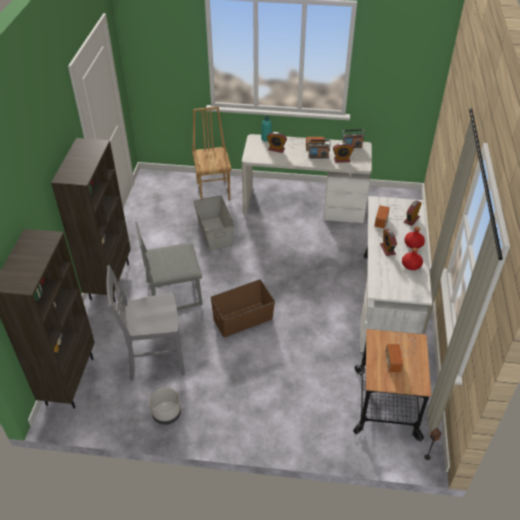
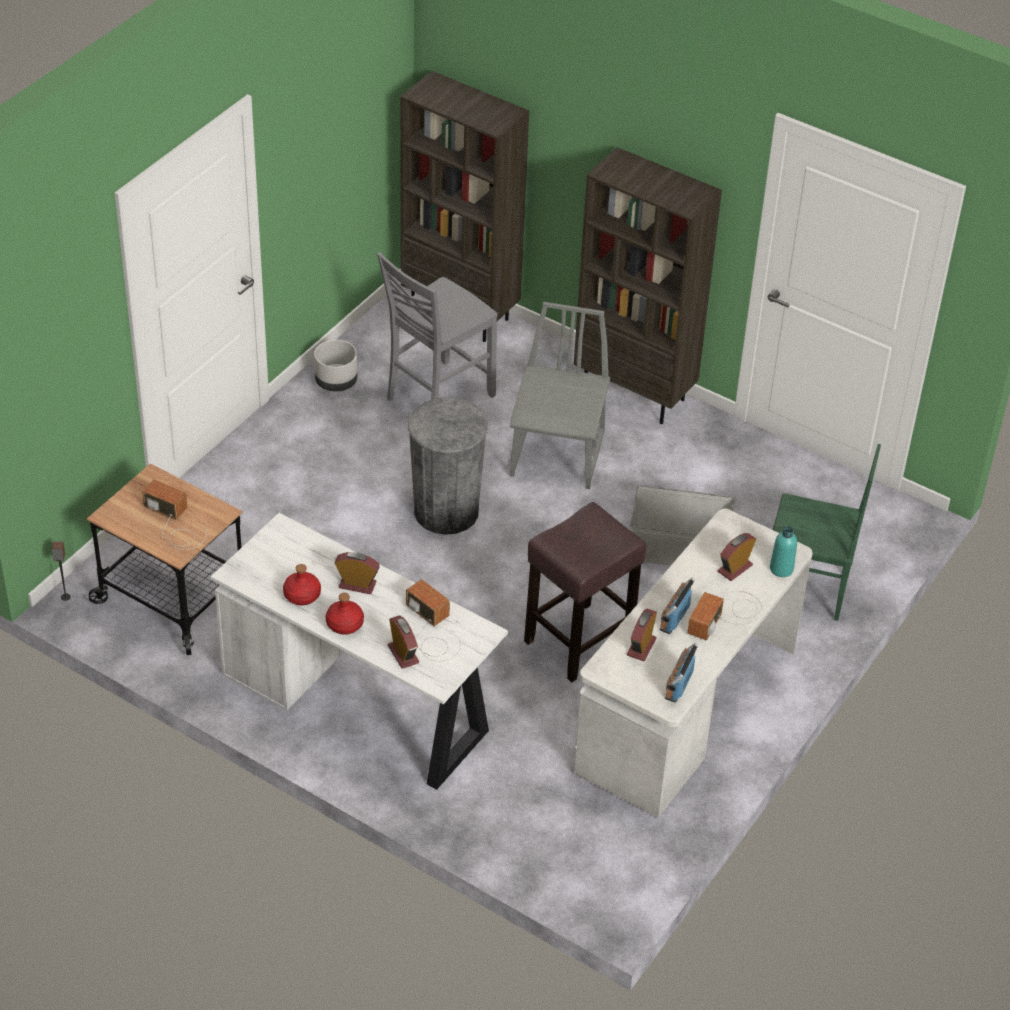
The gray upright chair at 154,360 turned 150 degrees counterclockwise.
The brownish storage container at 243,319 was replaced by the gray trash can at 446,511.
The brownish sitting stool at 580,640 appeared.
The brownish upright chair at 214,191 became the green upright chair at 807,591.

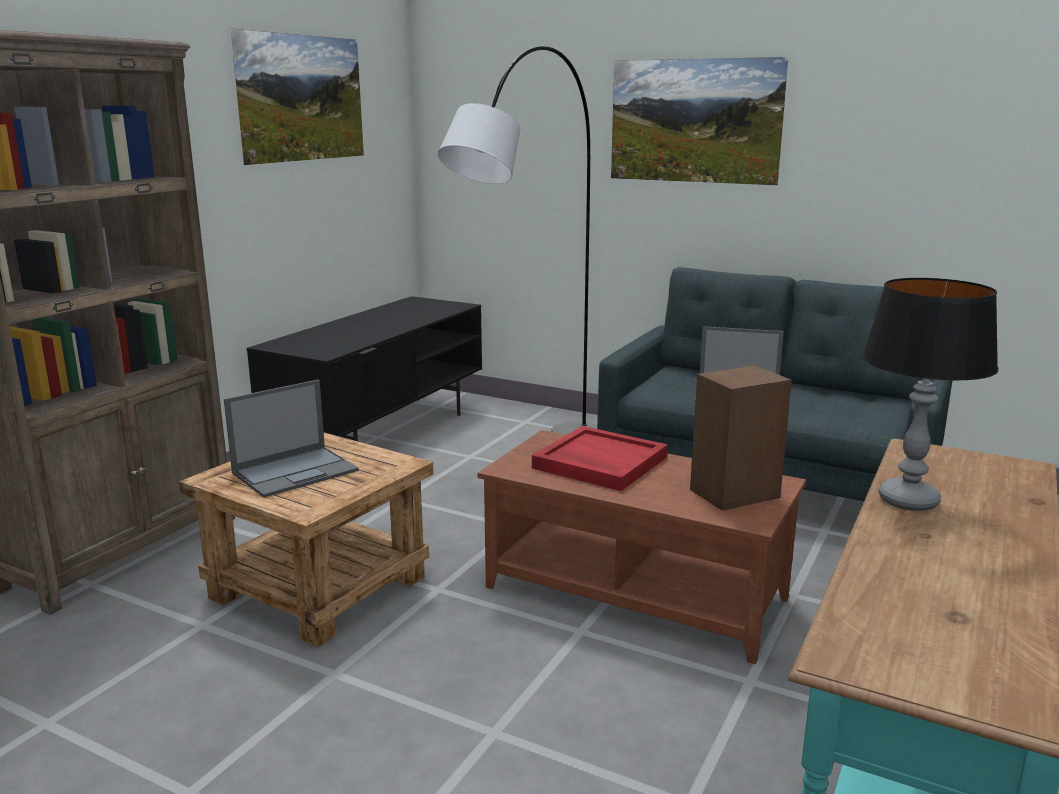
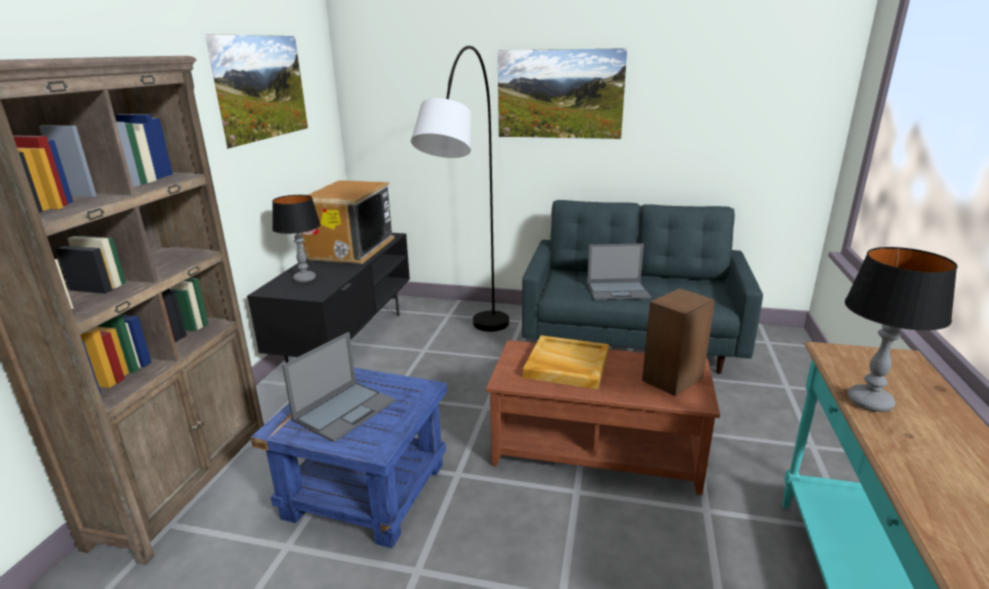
The brownish side table at 319,586 became the blue-coloured side table at 365,489.
The table lamp at 305,279 appeared.
The TV at 351,249 appeared.
The red-coloured carrying tray at 598,462 became the beige carrying tray at 566,365.

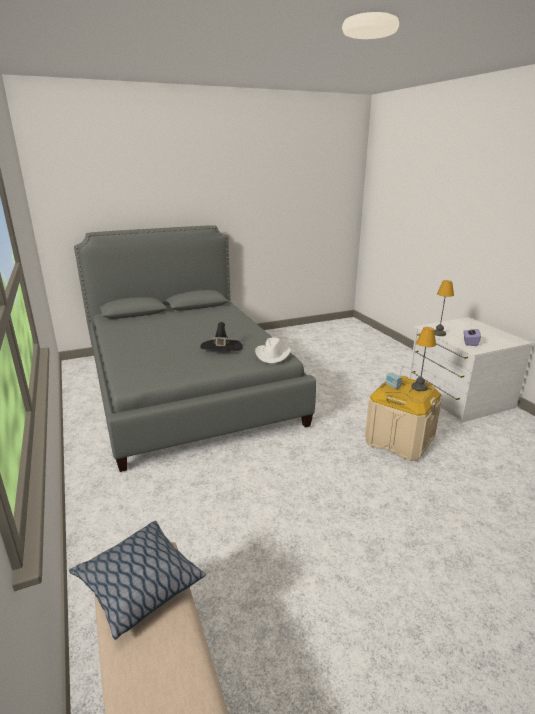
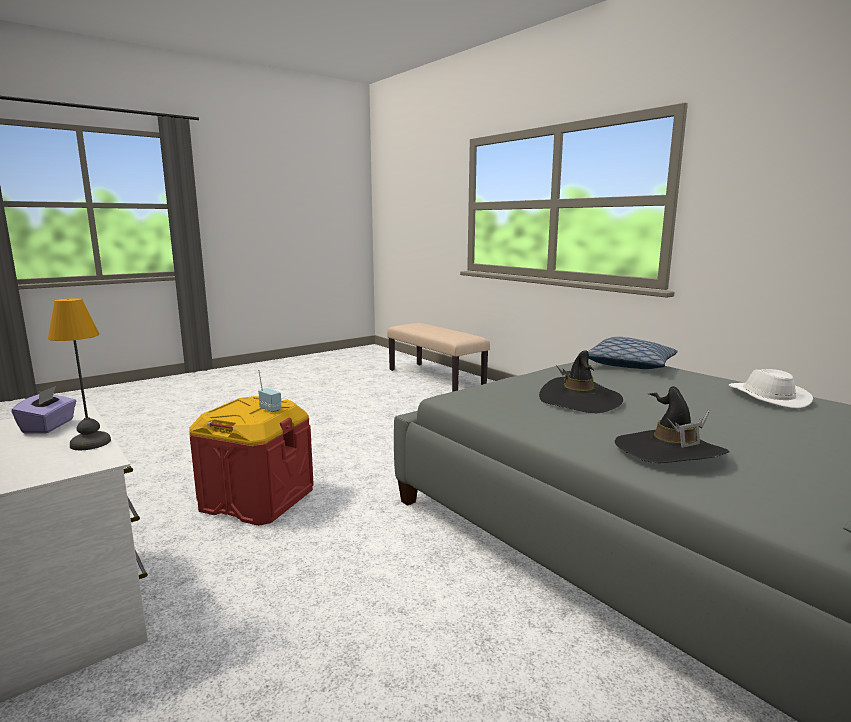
The beige storage container at 399,441 became the red-coloured storage container at 256,499.
The pillow moved from 138,584 to 630,365.
The black-coloured clothing hat at 669,452 appeared.
The white-coloured clothing hat moved from 273,355 to 766,397.
The table lamp at 419,387 disappeared.

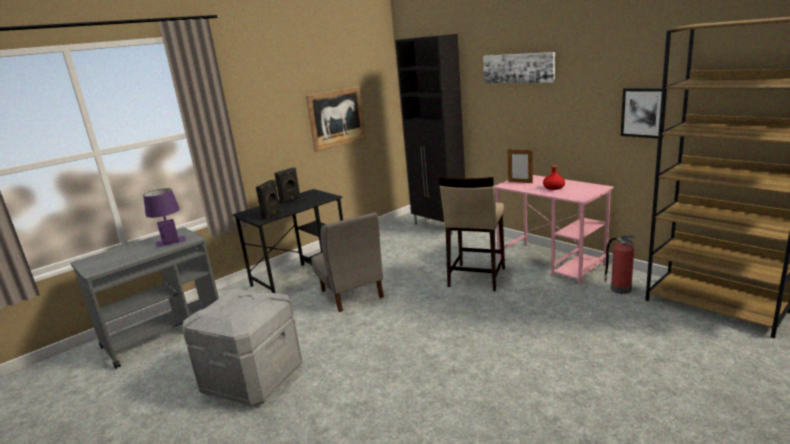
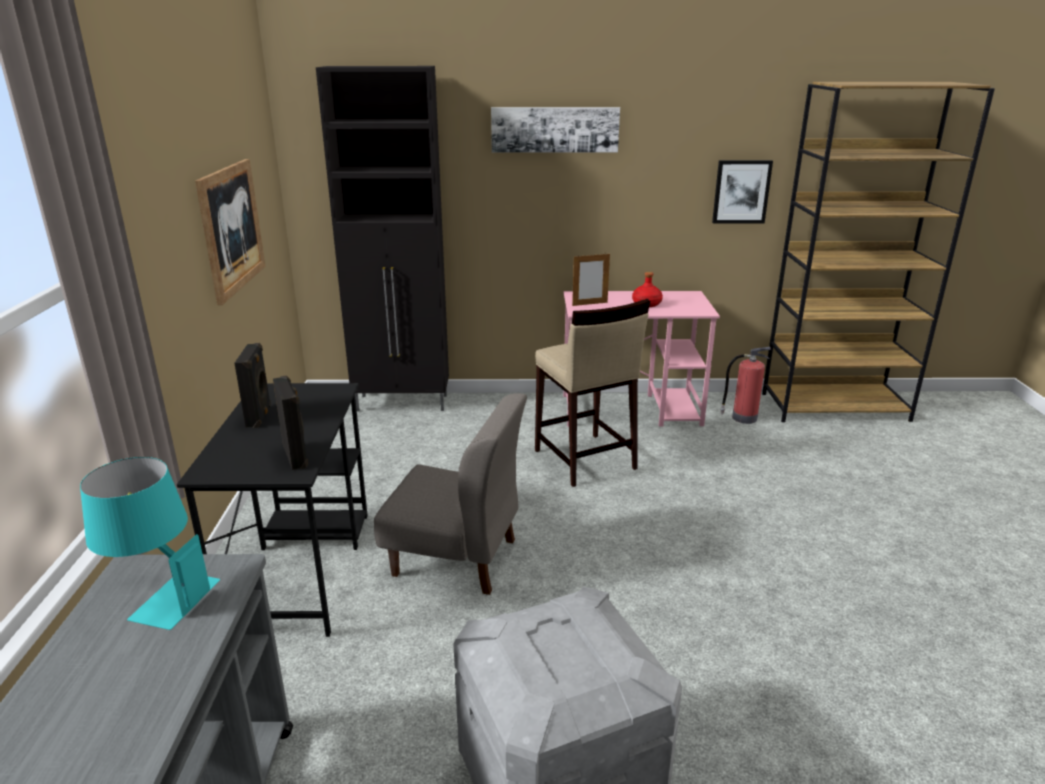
The purple-coloured table lamp at 170,239 became the blue-green table lamp at 160,596.

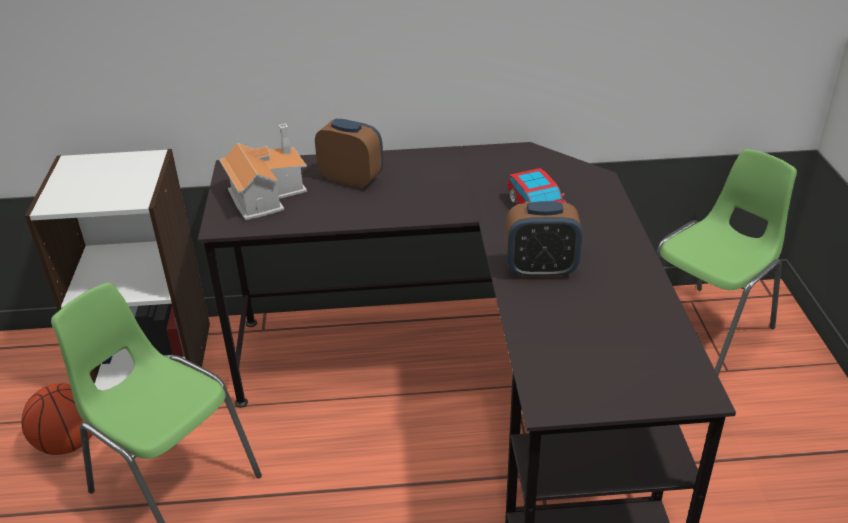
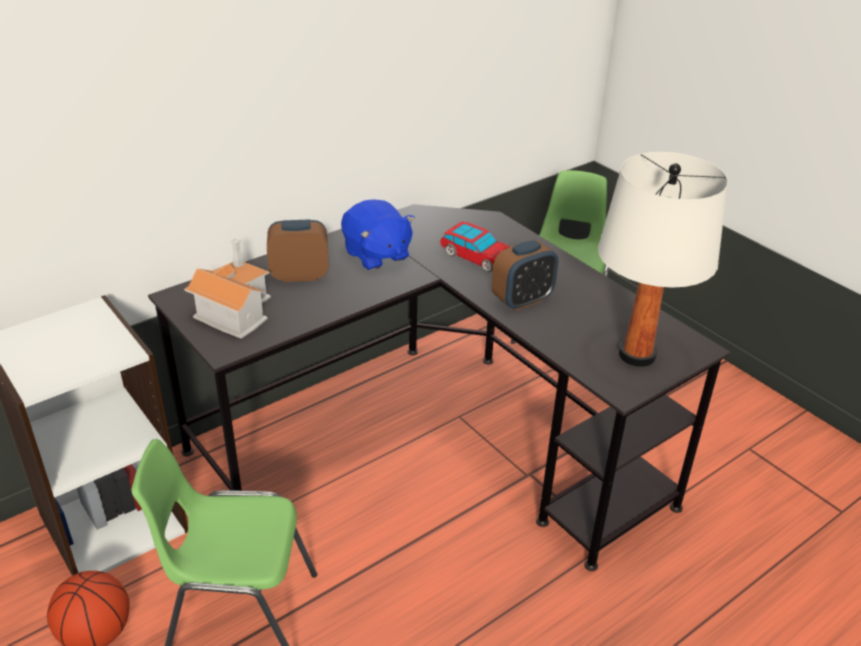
The blue-coloured cuddly toy at 376,255 appeared.
The white-coloured table lamp at 637,355 appeared.

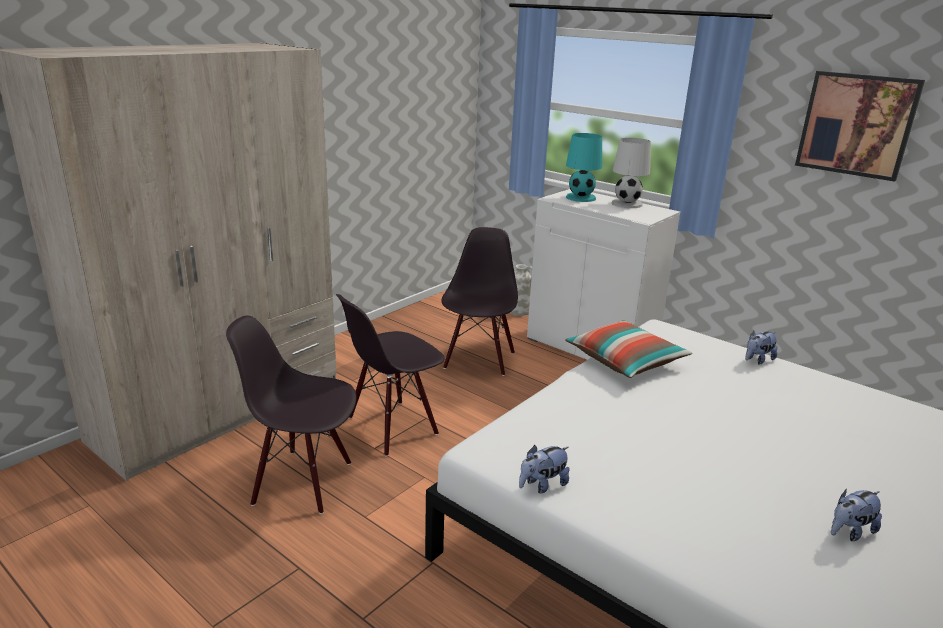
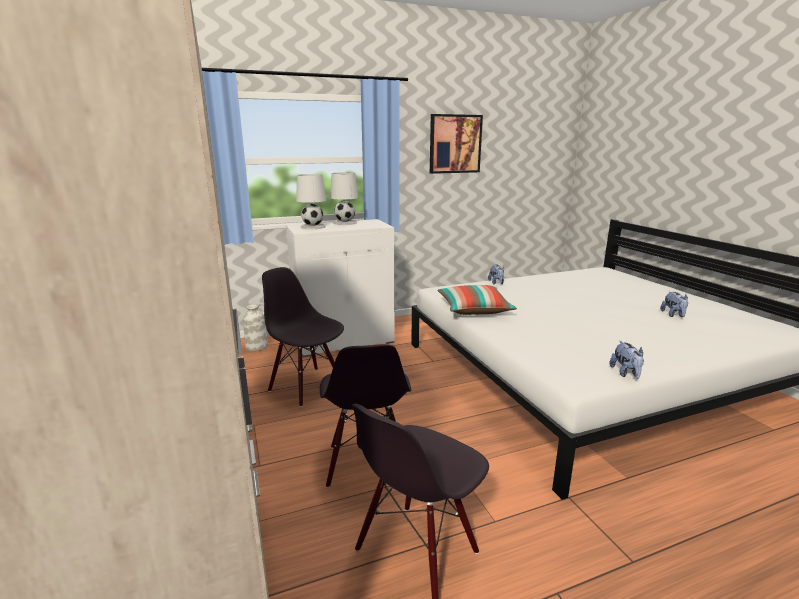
The blue-green table lamp at 580,198 became the white-coloured table lamp at 313,227.

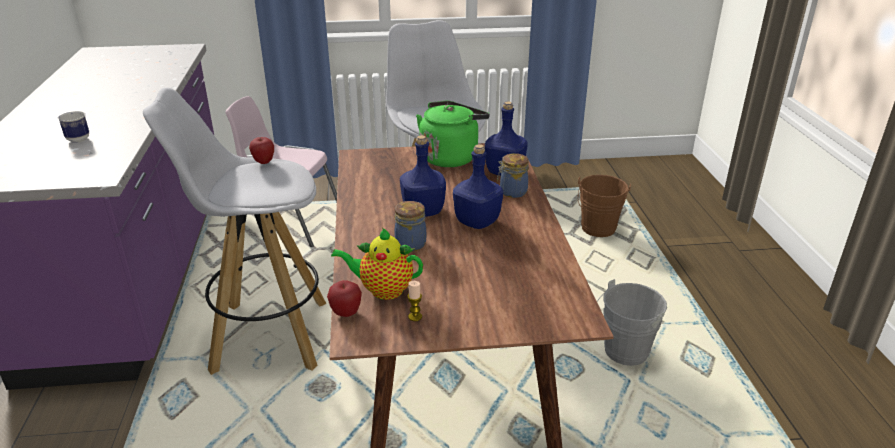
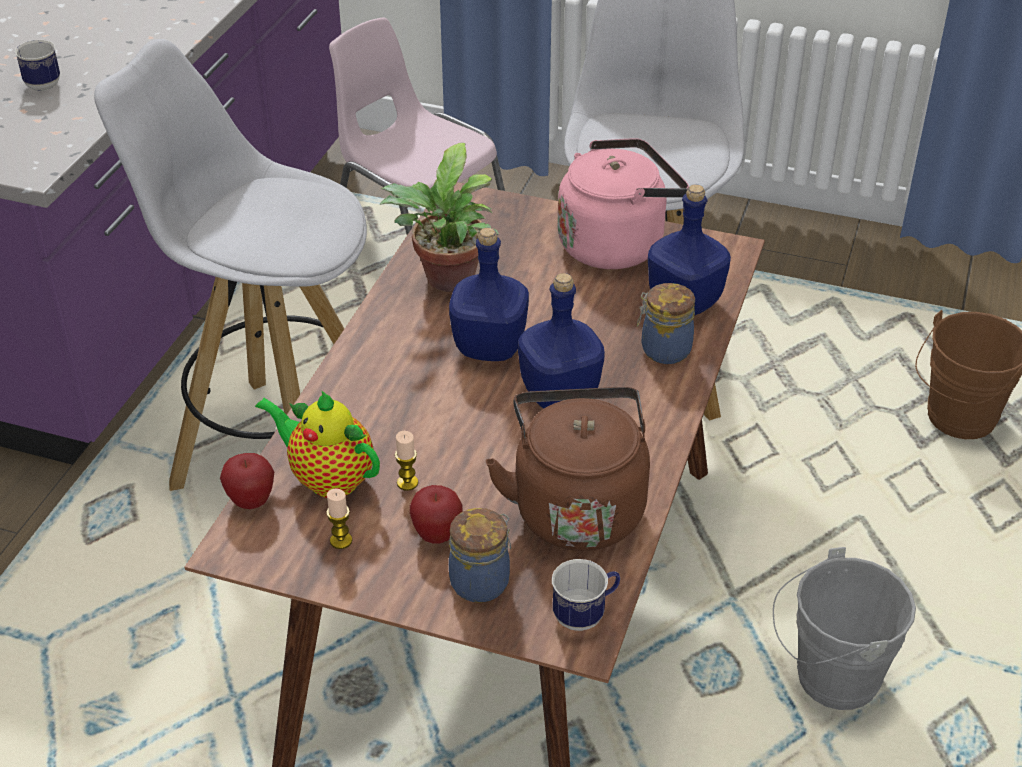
The plant in a pot at 447,282 appeared.
The candle at 407,483 appeared.
The apple fruit moved from 264,162 to 437,535.
The preserve jar moved from 411,243 to 482,581.
The brownish water kettle at 576,507 appeared.
The mug at 585,615 appeared.
The green water kettle at 450,157 became the pinkish water kettle at 616,244.

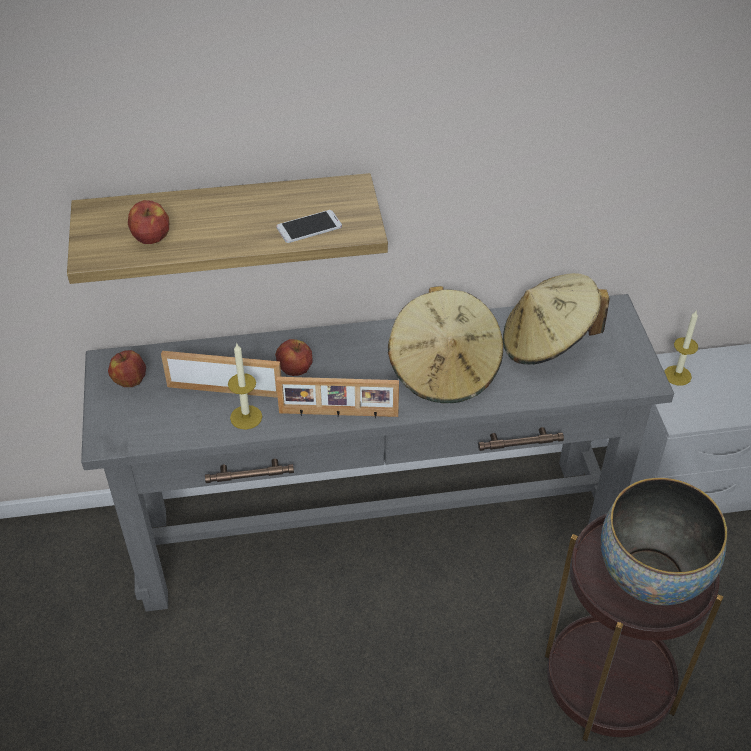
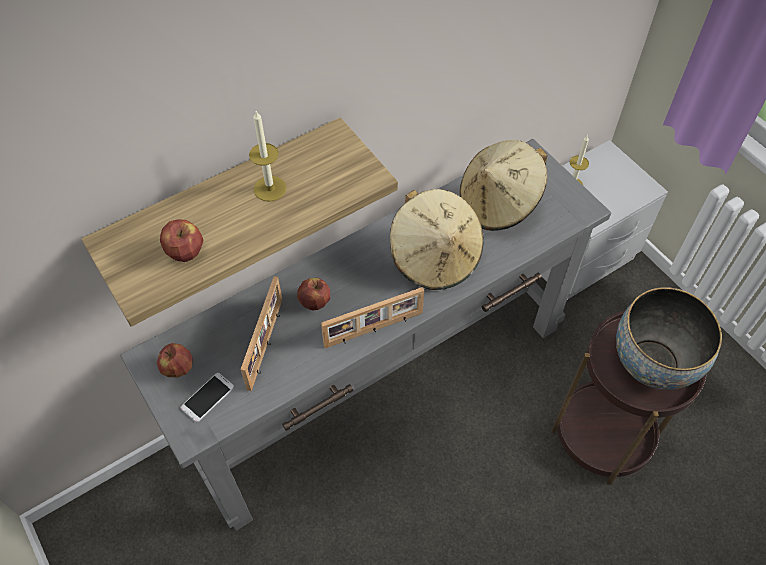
The telephone moved from 309,227 to 207,397.
The standing frame at 225,389 turned 120 degrees clockwise.
The candle moved from 246,417 to 270,188.

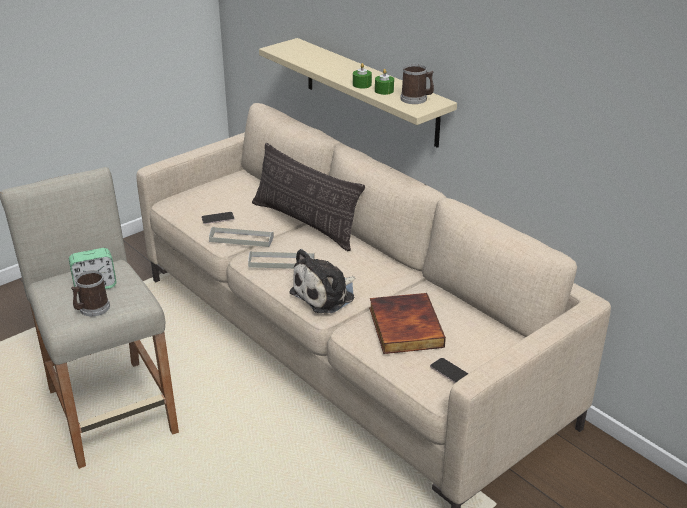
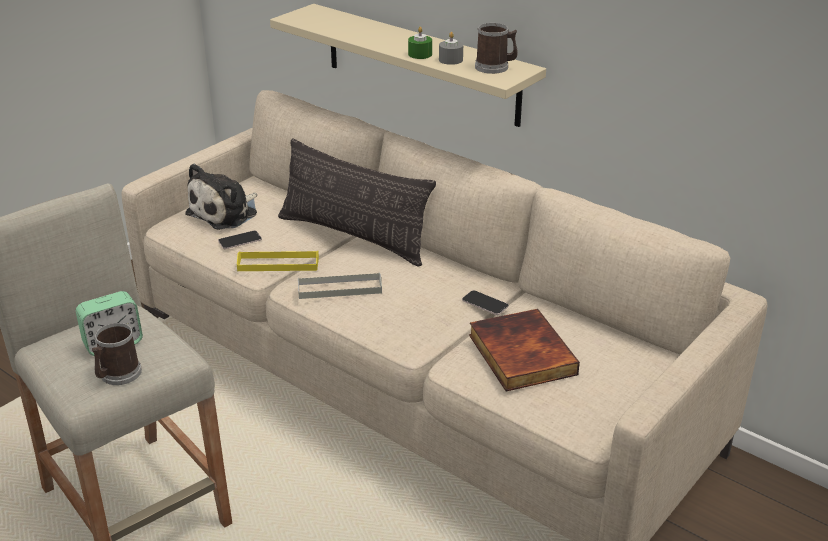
The cuddly toy moved from 326,295 to 226,213.
The gray carrying tray at 241,239 became the yellow carrying tray at 278,264.
The green candle at 384,90 became the gray candle at 450,60.
The telephone moved from 450,372 to 485,303.

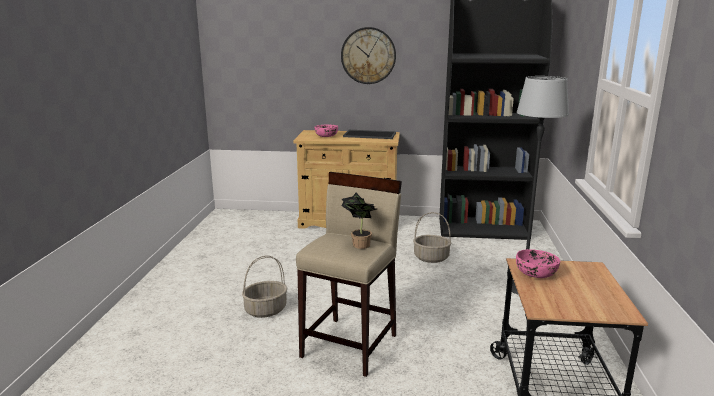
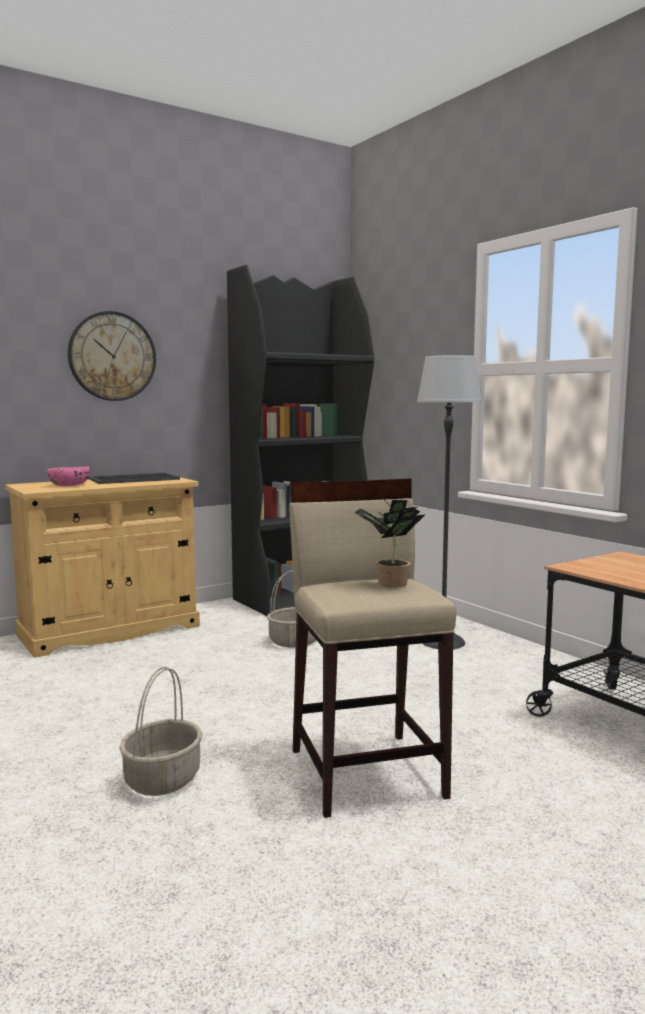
The pinkish serving bowl at 536,274 disappeared.

